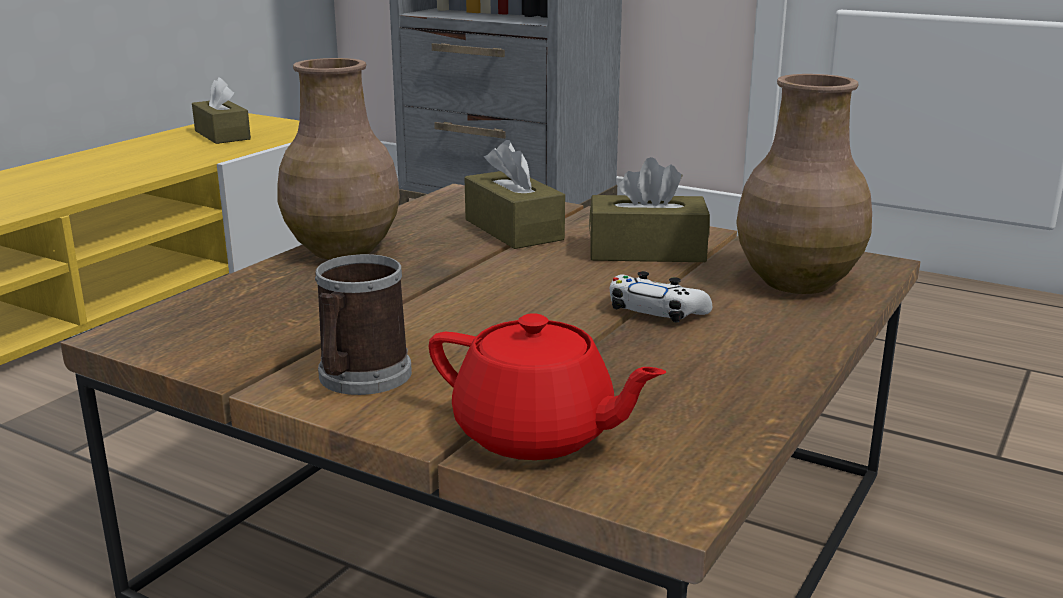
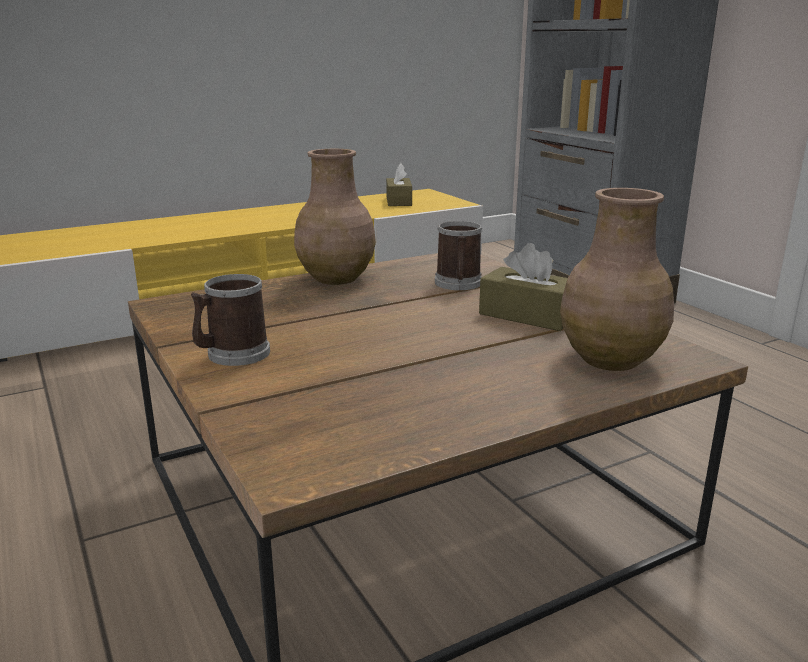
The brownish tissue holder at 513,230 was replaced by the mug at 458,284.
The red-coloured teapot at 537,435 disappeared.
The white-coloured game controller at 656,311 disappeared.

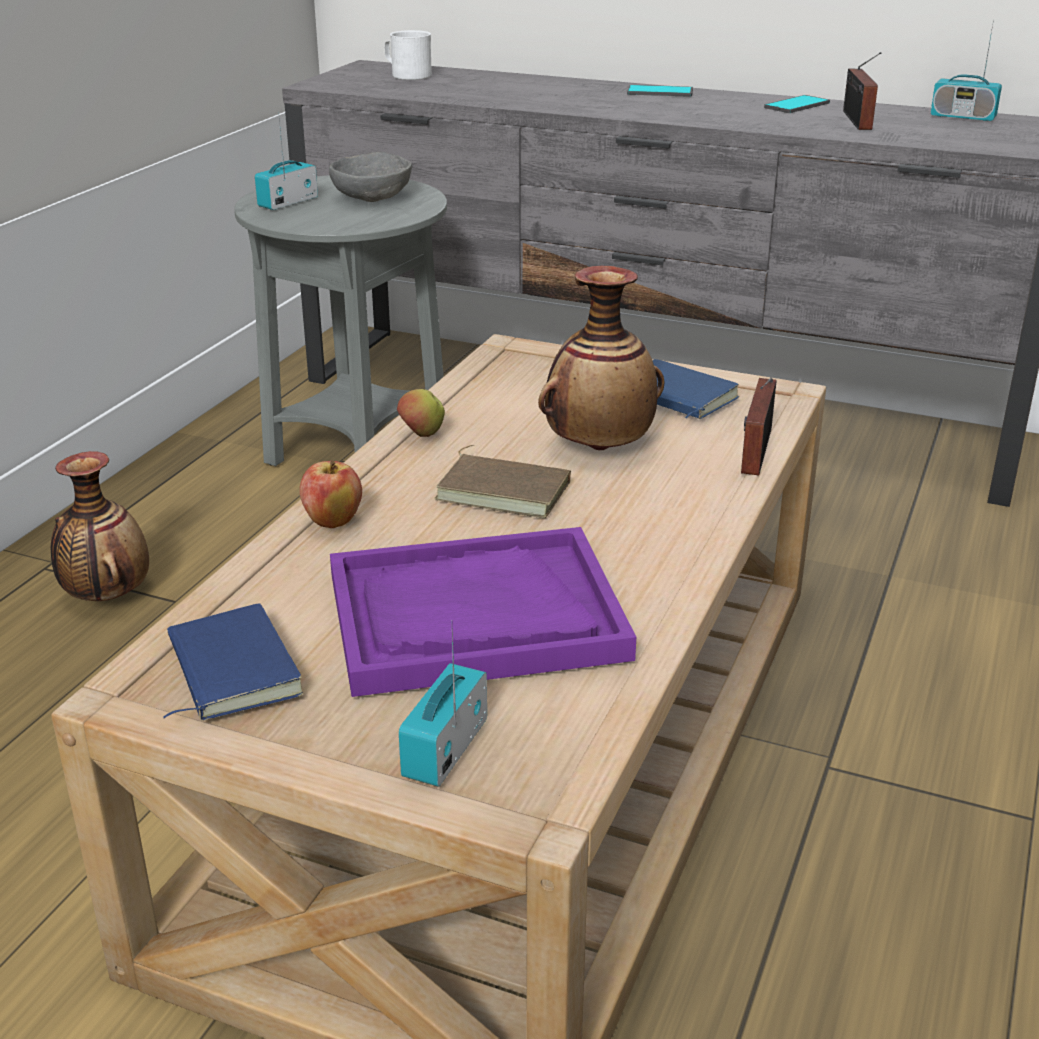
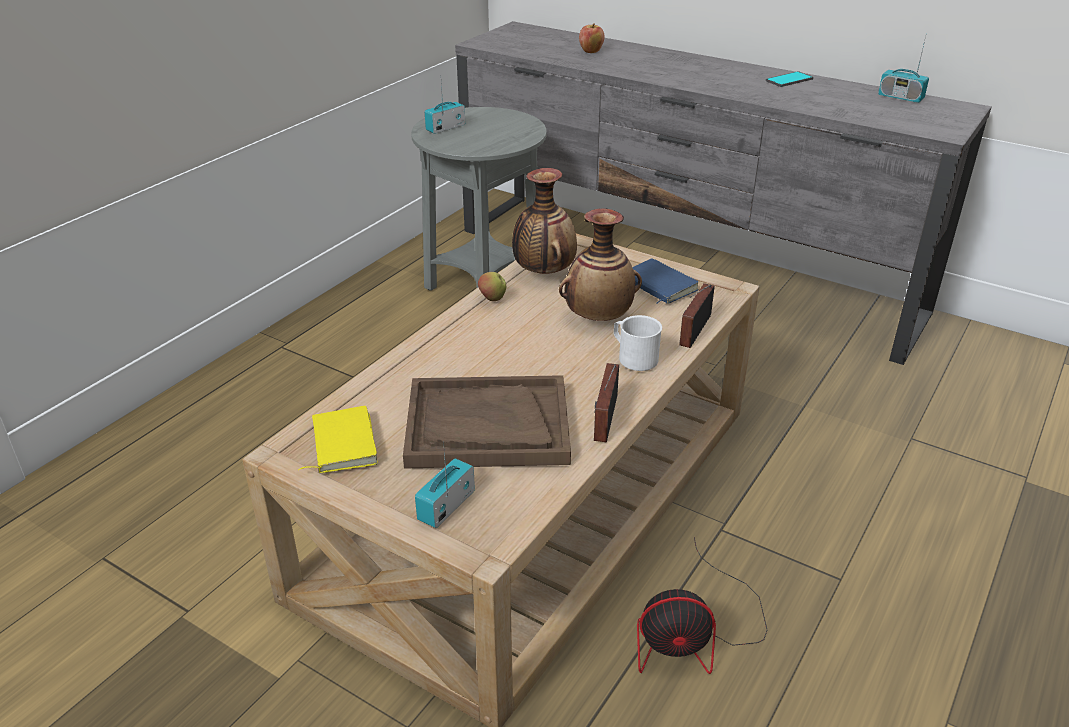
The blue-coloured volume at 228,670 became the yellow volume at 341,444.
The purple-coloured carrying tray at 475,616 became the brownish carrying tray at 487,426.
The flower vase moved from 106,596 to 543,272.
The apple fruit moved from 332,522 to 590,51.
The radio set moved from 857,121 to 604,420.
The white-coloured mug moved from 407,75 to 633,357.
The electric fan at 694,635 appeared.
The gray serving bowl at 372,198 disappeared.
The brownish volume at 505,490 disappeared.
The telephone at 660,92 disappeared.

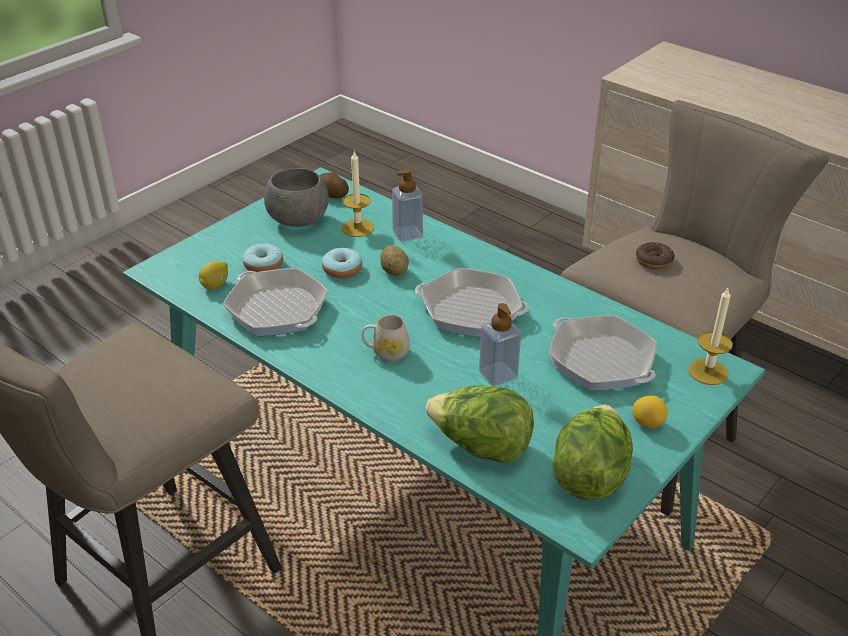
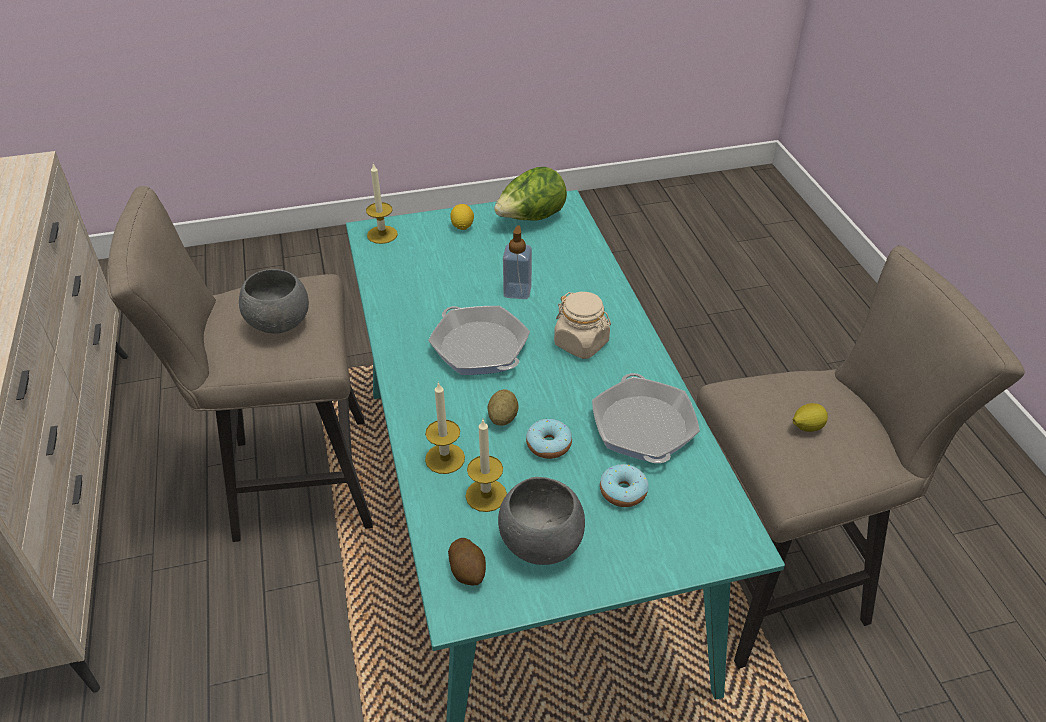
The doughnut at 654,261 was replaced by the gray serving bowl at 278,324.
The soap dispenser at 407,234 was replaced by the candle at 445,458.
The white-coloured mug at 386,352 was replaced by the beige preserve jar at 581,343.
The citrus fruit moved from 215,285 to 807,427.
The lettuce at 480,447 disappeared.
The skillet at 601,360 disappeared.

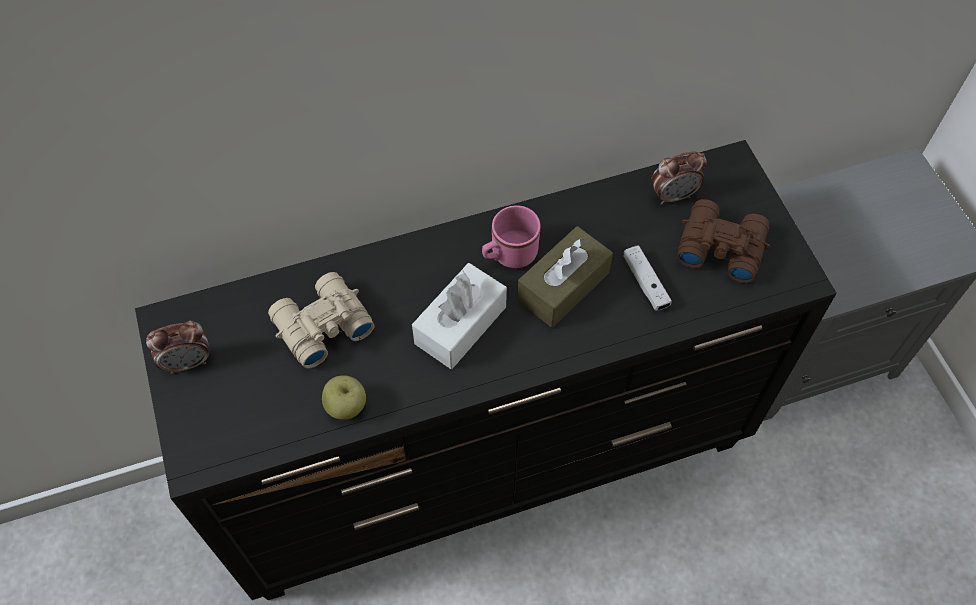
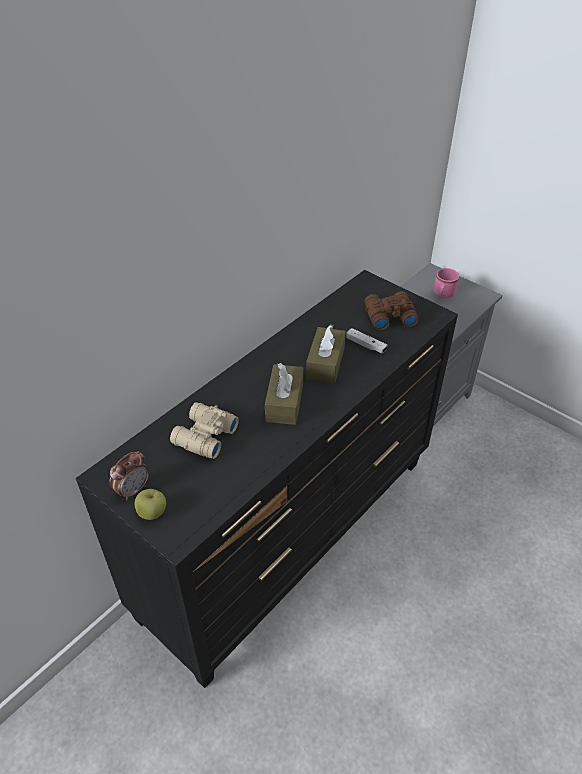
The apple fruit moved from 346,406 to 152,513.
The white-coloured tissue holder at 460,325 became the brownish tissue holder at 284,402.
The pinkish mug moved from 508,255 to 443,295.
The bedside clock at 673,195 disappeared.

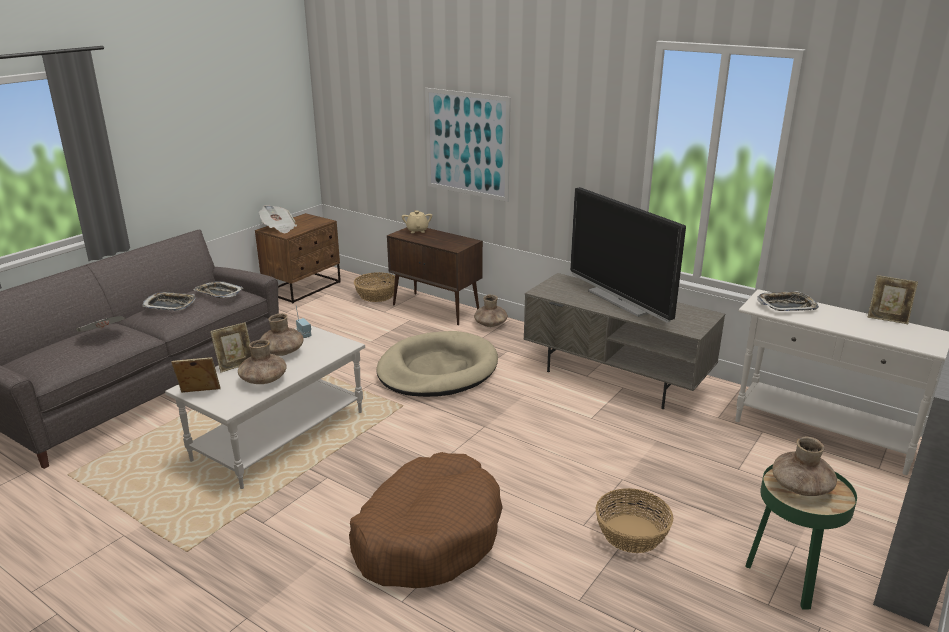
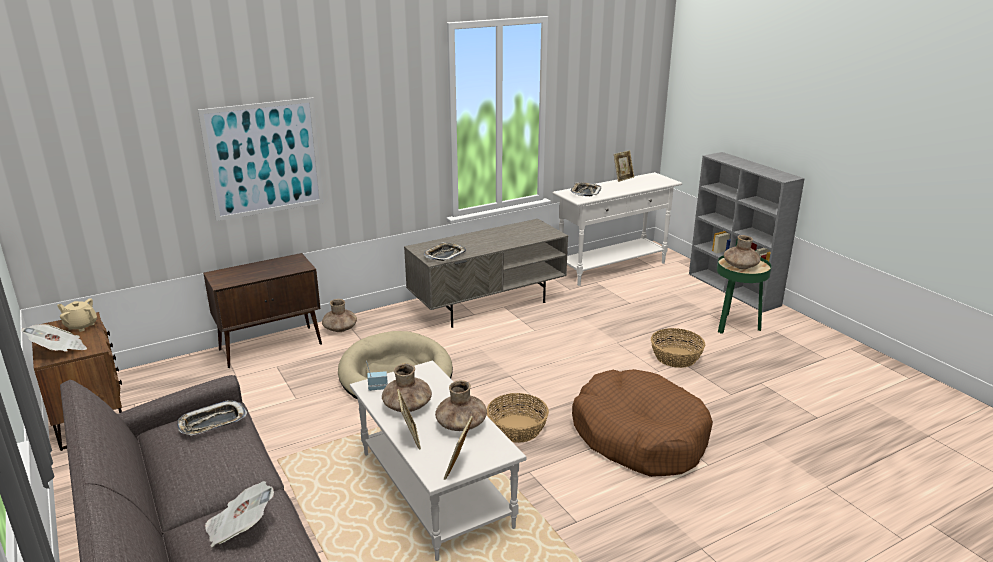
The beige teapot moved from 417,230 to 81,326.
The carrying tray moved from 170,305 to 444,255.
The storage basket moved from 377,295 to 516,428.
The TV at 621,301 disappeared.

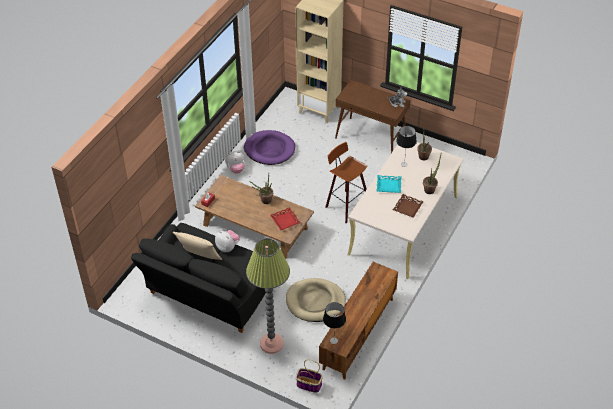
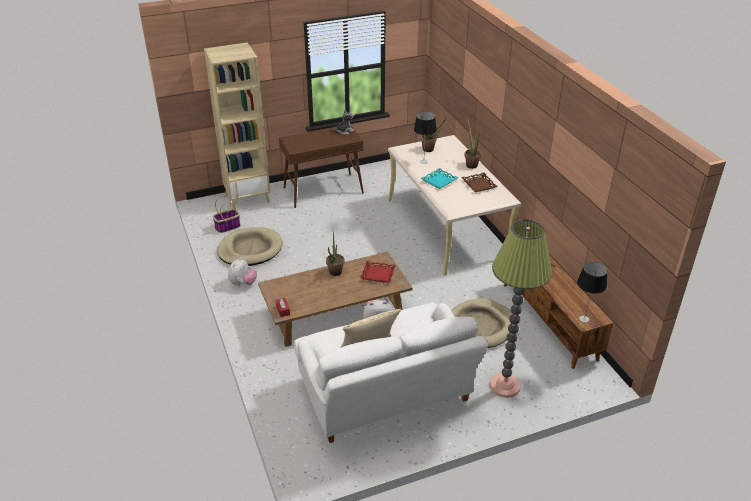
The storage basket moved from 308,384 to 227,227.
The purple-coloured dog bed at 269,149 became the beige dog bed at 250,249.
The black-coloured couch at 208,294 became the white-coloured couch at 386,396.
The sitting stool at 345,205 disappeared.

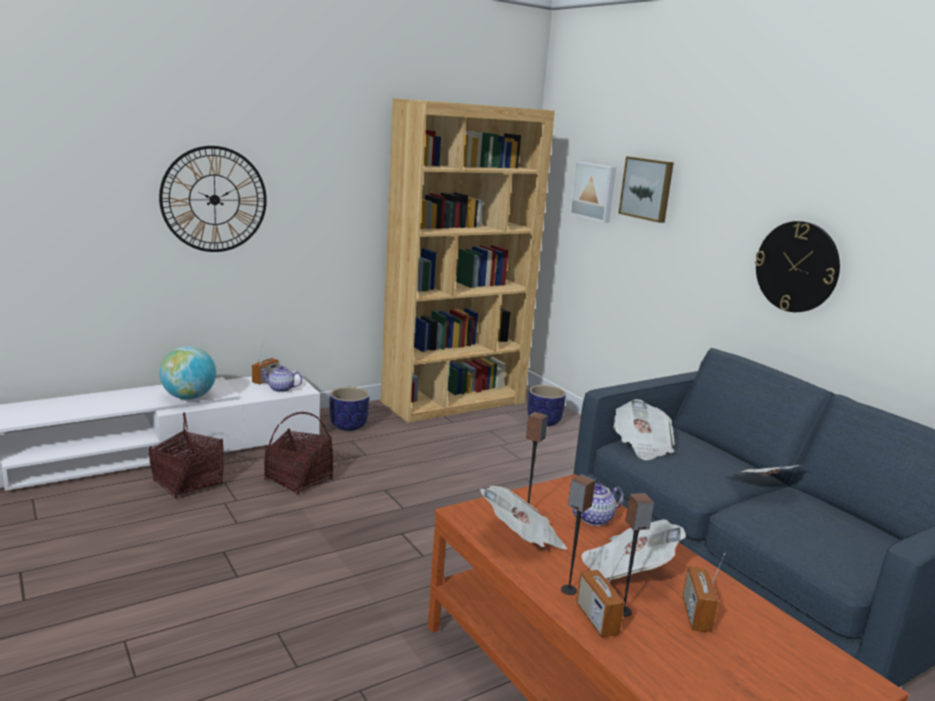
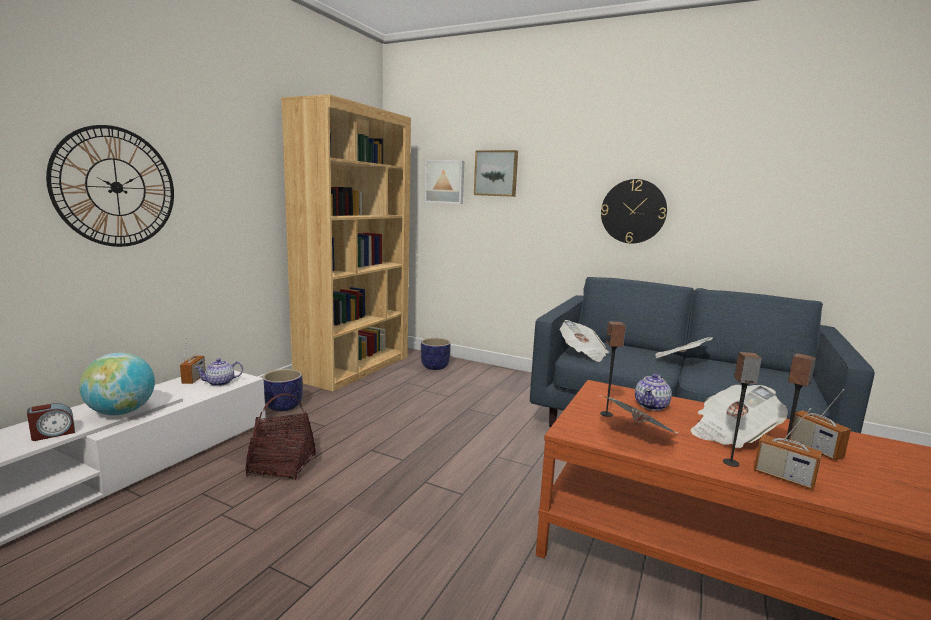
The bedside clock at 53,434 appeared.
The storage basket at 188,483 disappeared.

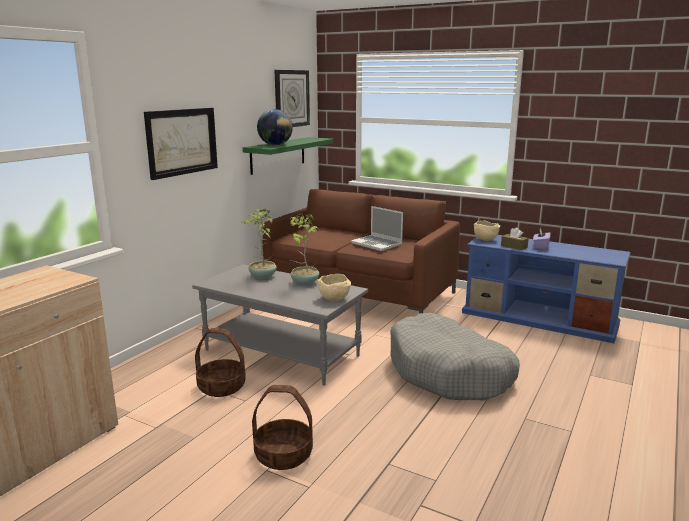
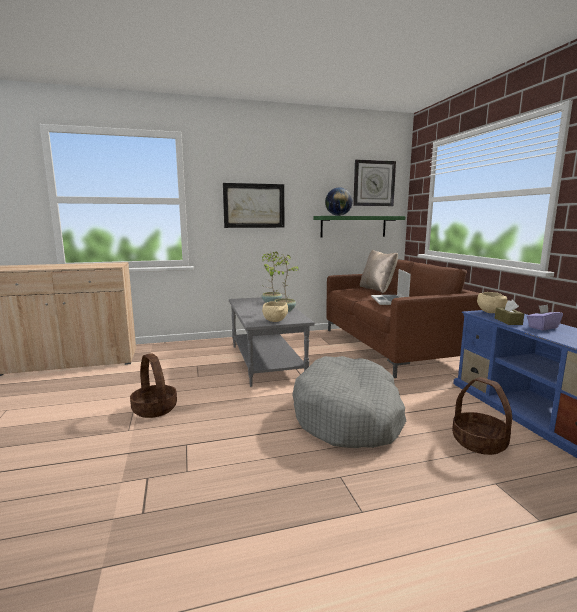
The beige pillow at 377,289 appeared.
The storage basket moved from 221,387 to 478,442.

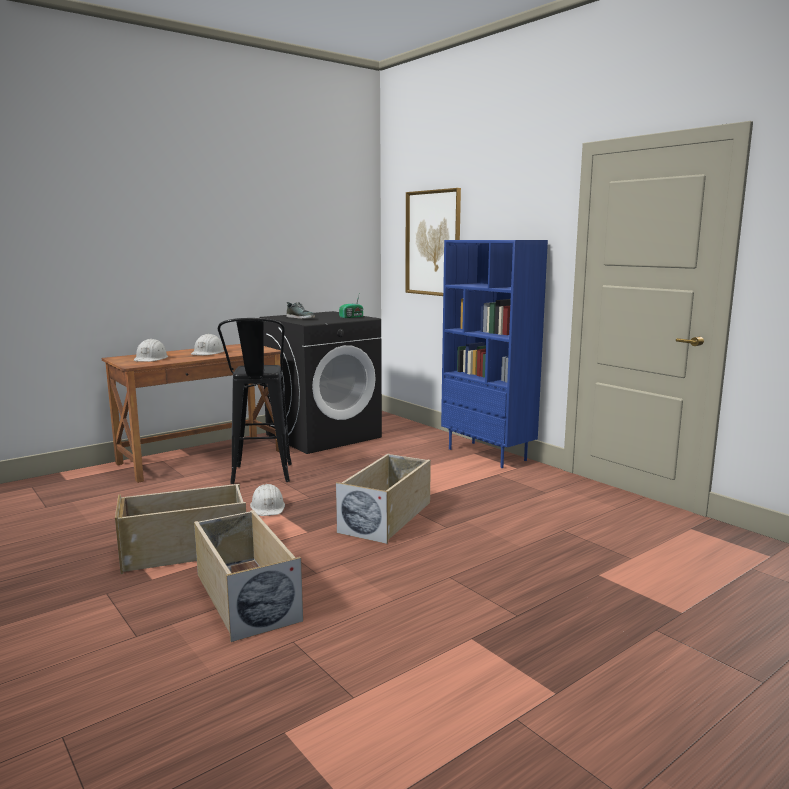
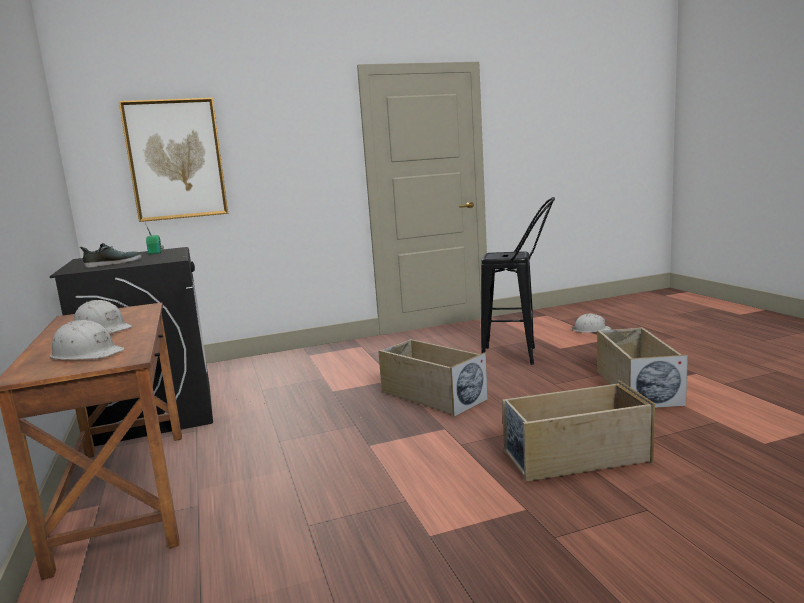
The black-coloured sitting stool moved from 261,478 to 519,356.
The white-coloured work helmet moved from 268,507 to 591,330.
The beige storage container moved from 186,550 to 636,387.
The blue-coloured bookcase at 488,454 disappeared.

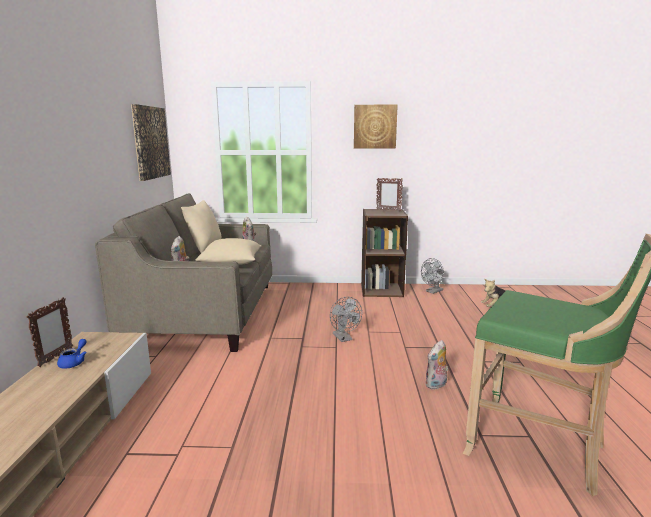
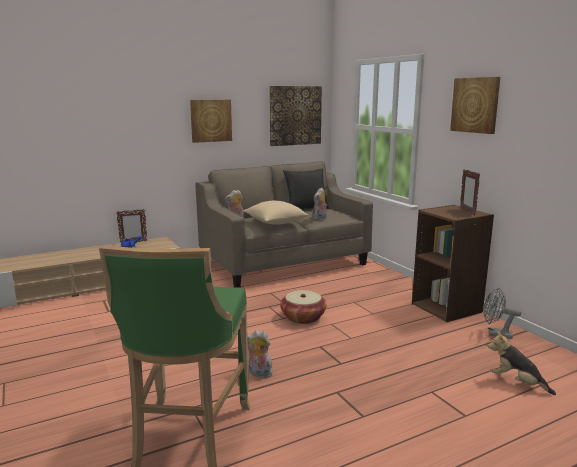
The picture at 211,120 appeared.
The gray electric fan at 344,338 was replaced by the storage basket at 303,317.
The beige pillow at 204,248 became the black-coloured pillow at 306,210.

